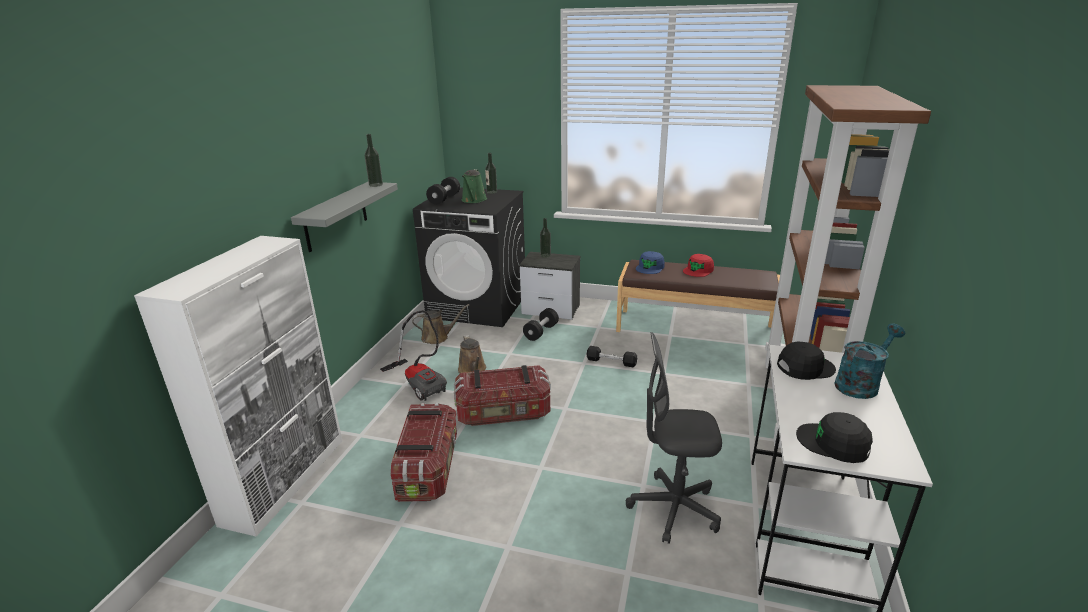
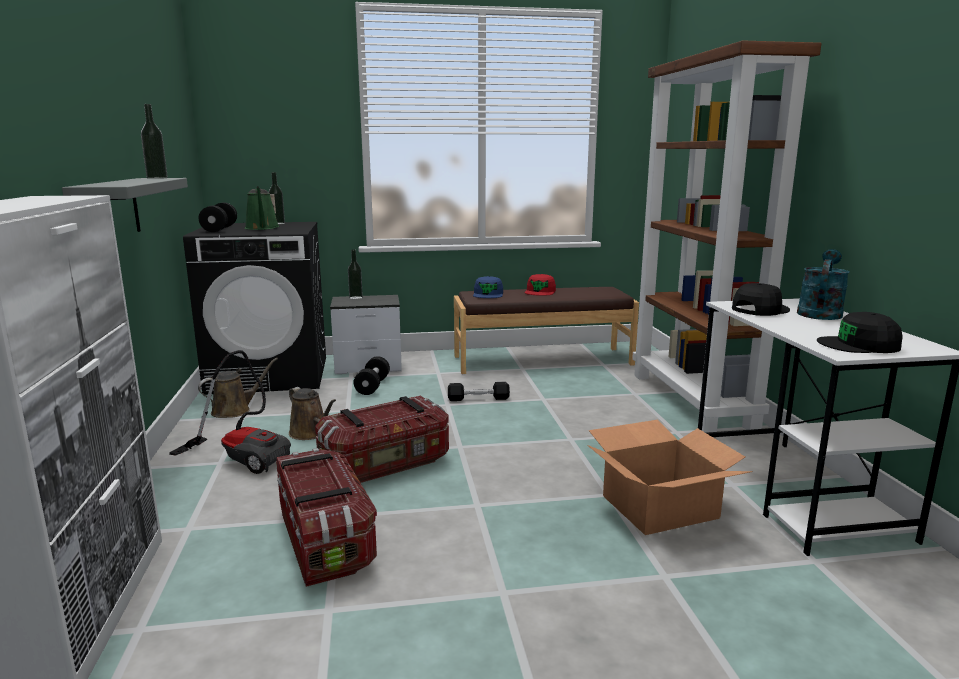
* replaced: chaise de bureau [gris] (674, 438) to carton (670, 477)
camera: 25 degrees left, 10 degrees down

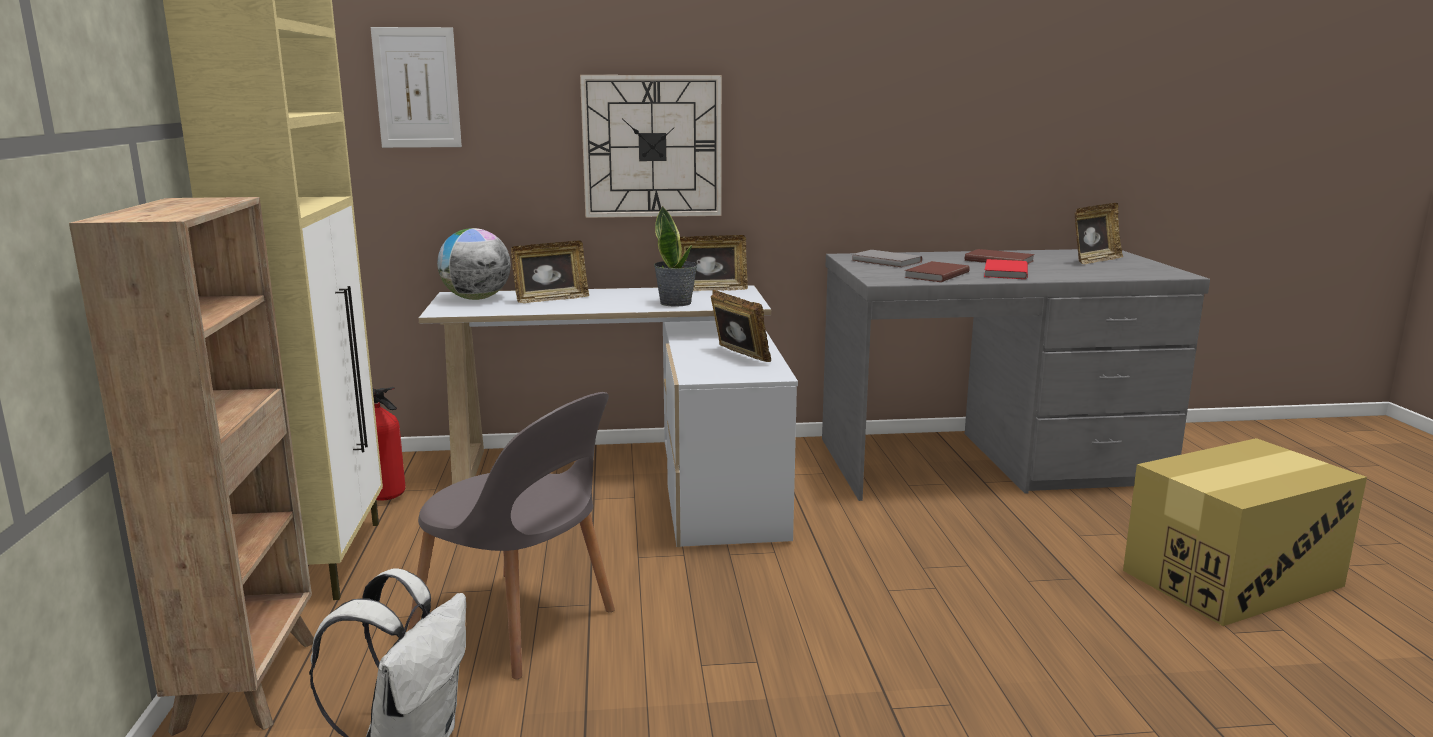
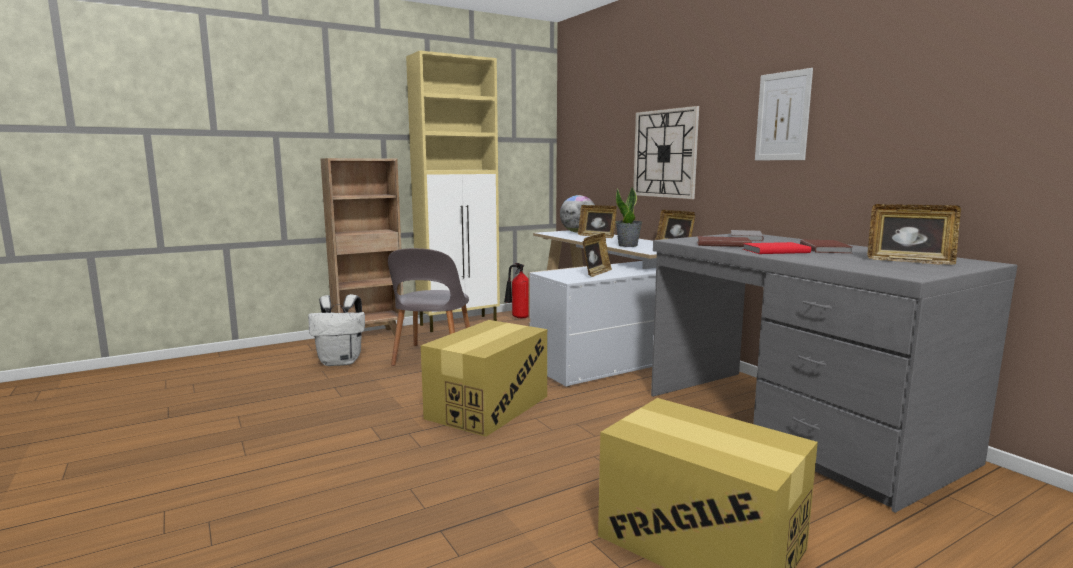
* moved: tableau (416, 87) to (784, 114)
* added: carton (484, 378)
camera: 65 degrees right, 5 degrees down

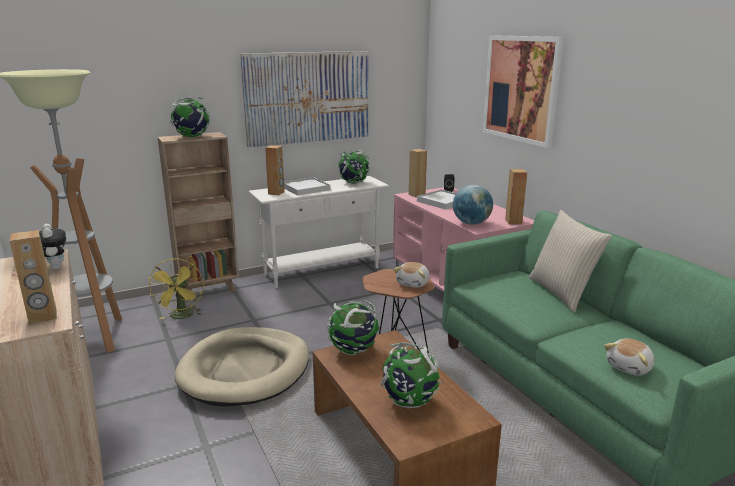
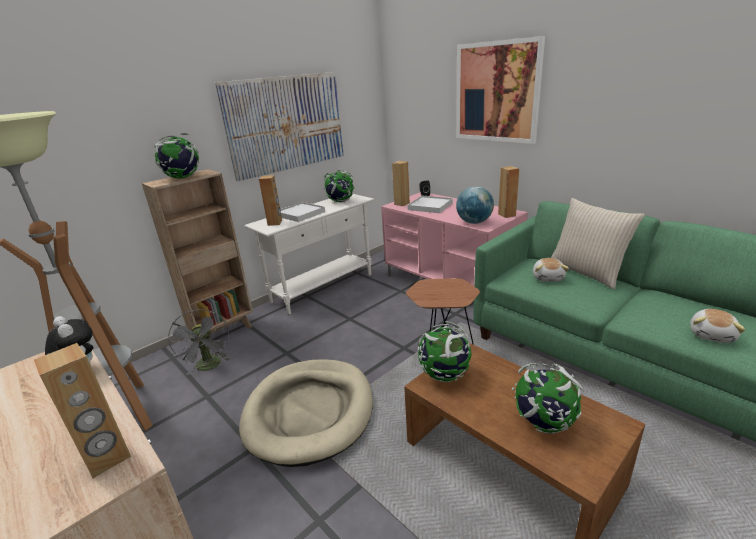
* recoloured: ventilateur [jaune] (176, 288) to ventilateur [gris] (199, 342)
* moved: peluche (411, 275) to (551, 270)
camera: 15 degrees left, 5 degrees up

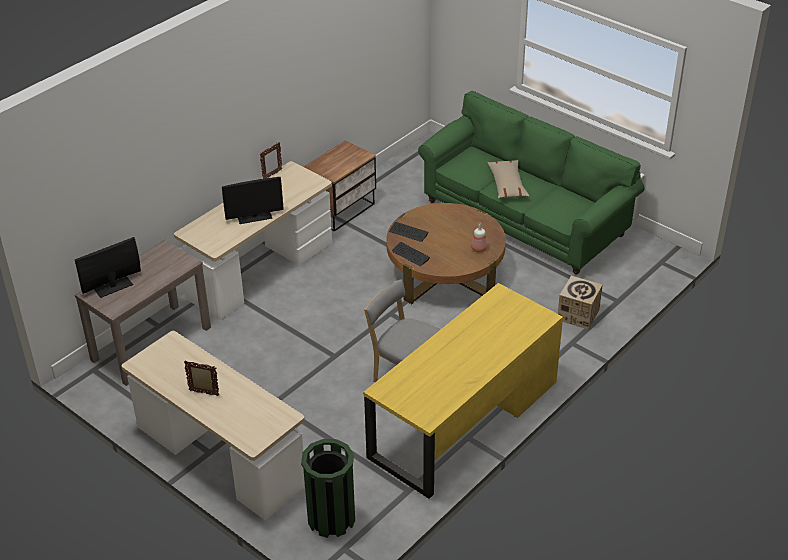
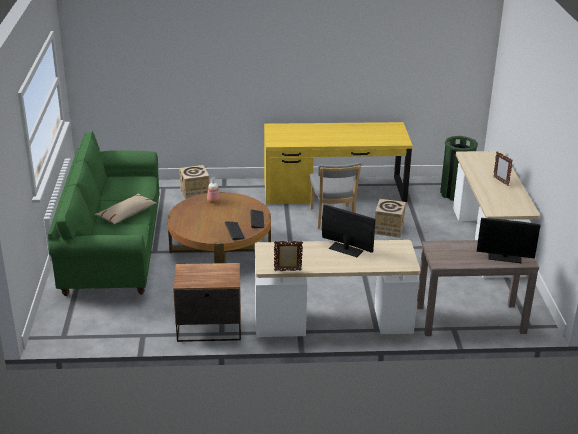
* added: carton (390, 218)
camera: 135 degrees left, 10 degrees down

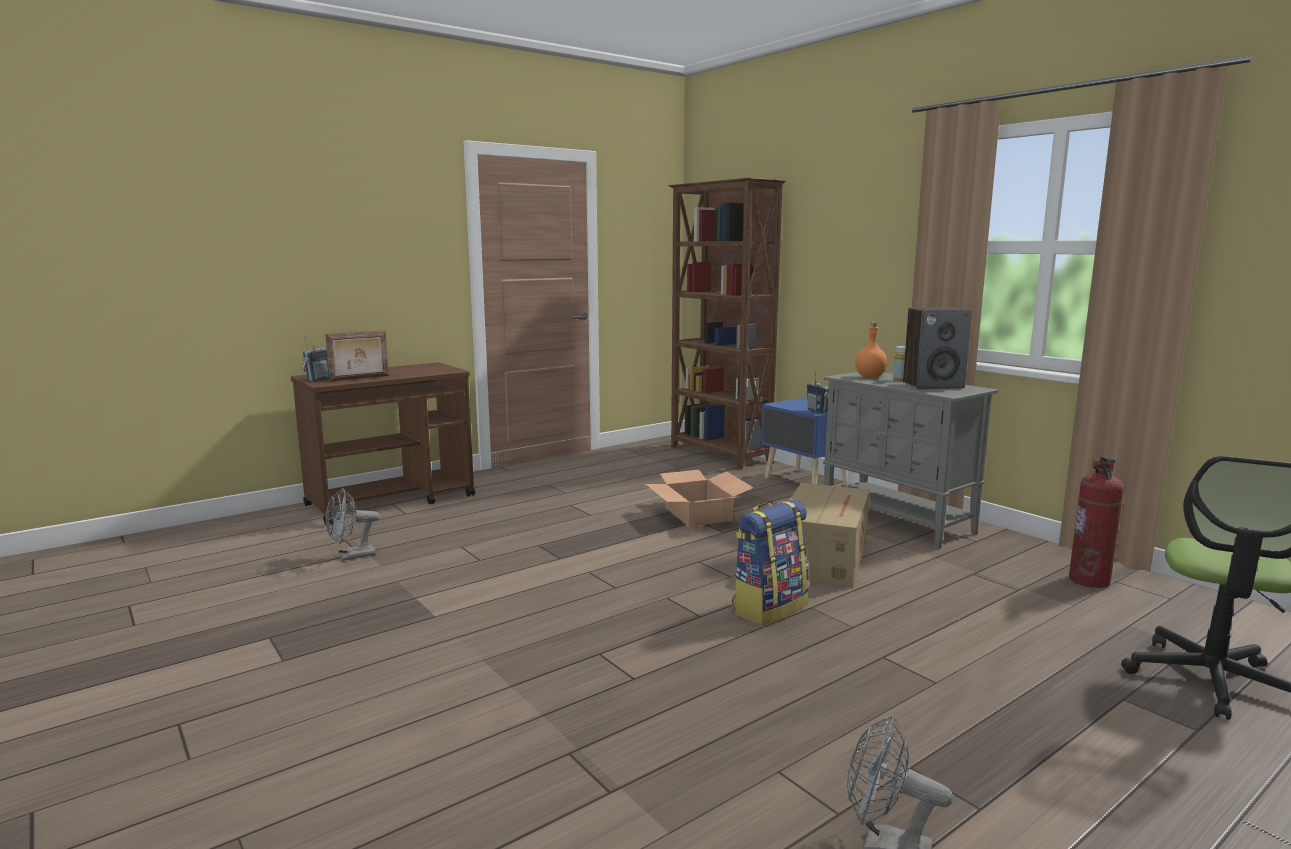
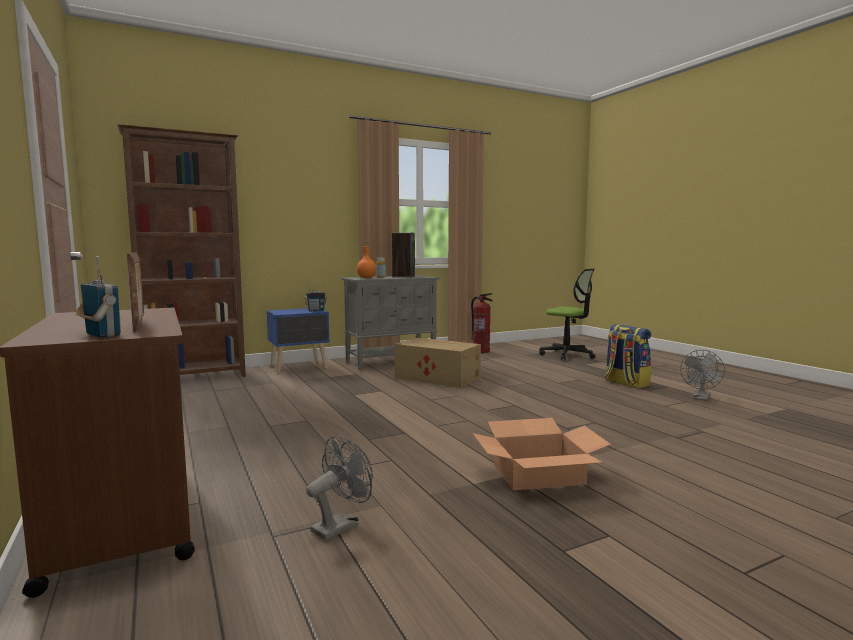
* moved: carton (699, 498) to (542, 454)
* turned: ventilateur [gris] (353, 524) = (339, 488) 120 degrees counterclockwise
* moved: sac à dos (770, 563) to (628, 356)
camera: 80 degrees left, 5 degrees down

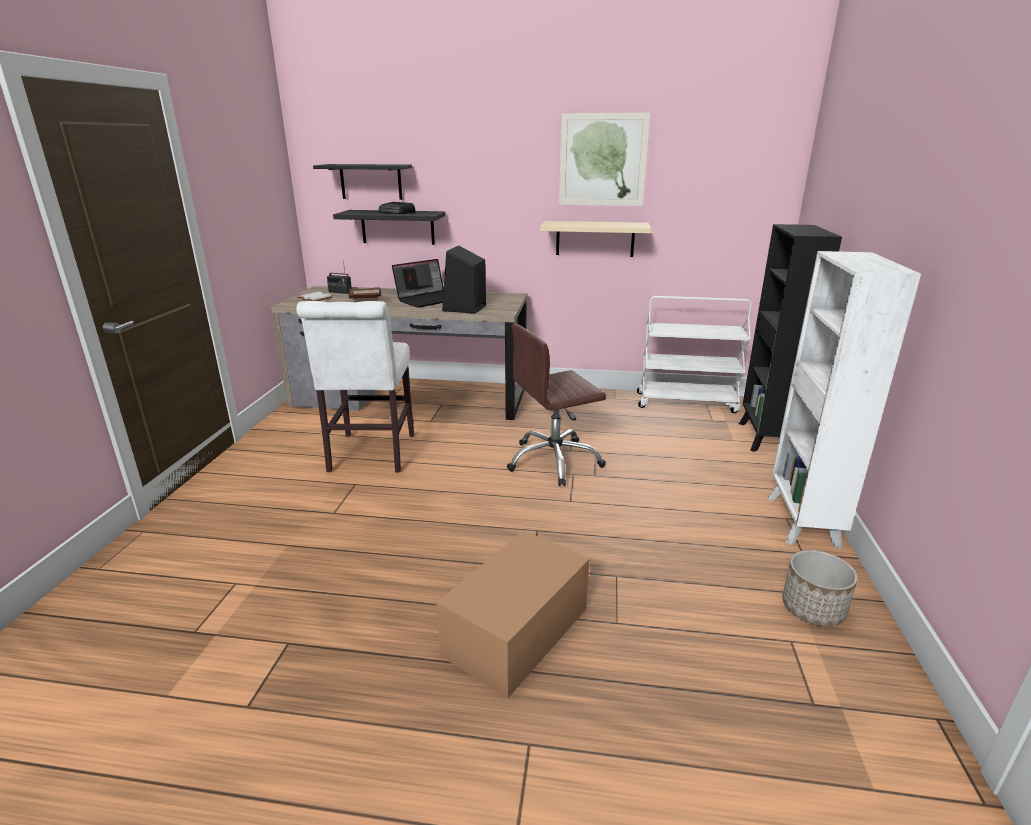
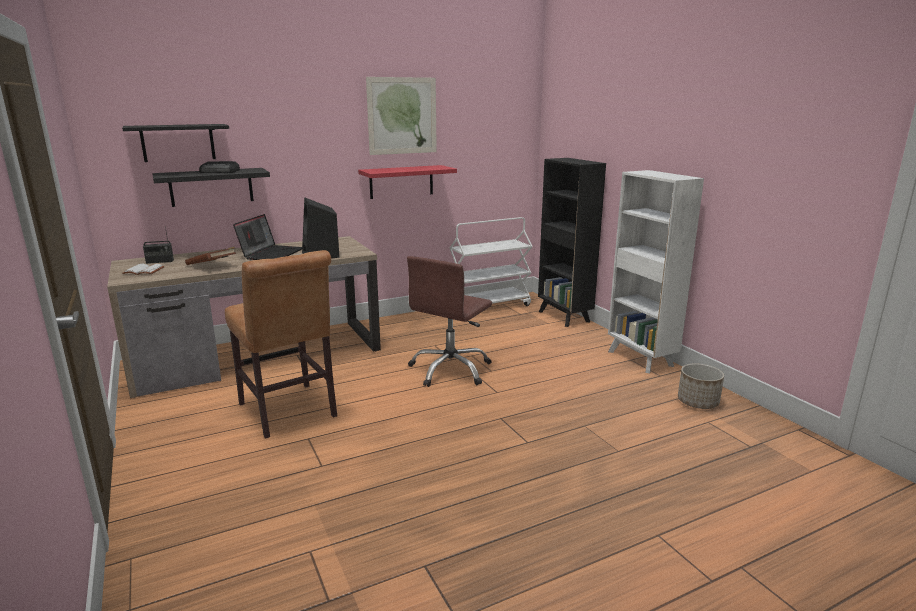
* recoloured: étagère [beige] (595, 239) to étagère [rouge] (407, 182)
* recoloured: chaise [blanc] (355, 386) to chaise [marron] (281, 344)
* removed: carton (512, 614)
camera: 35 degrees left, 5 degrees down

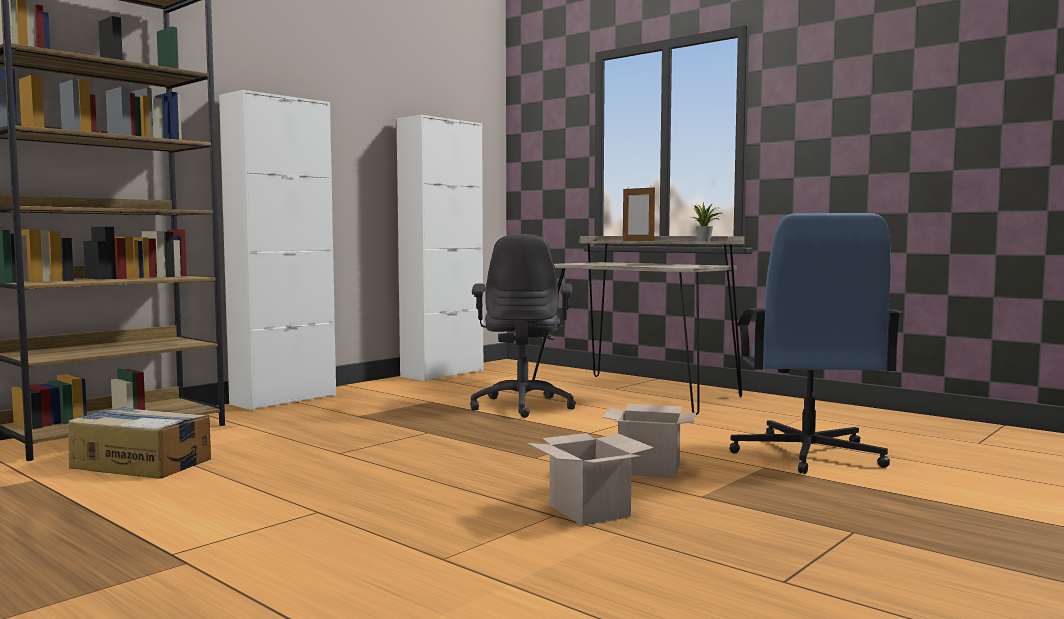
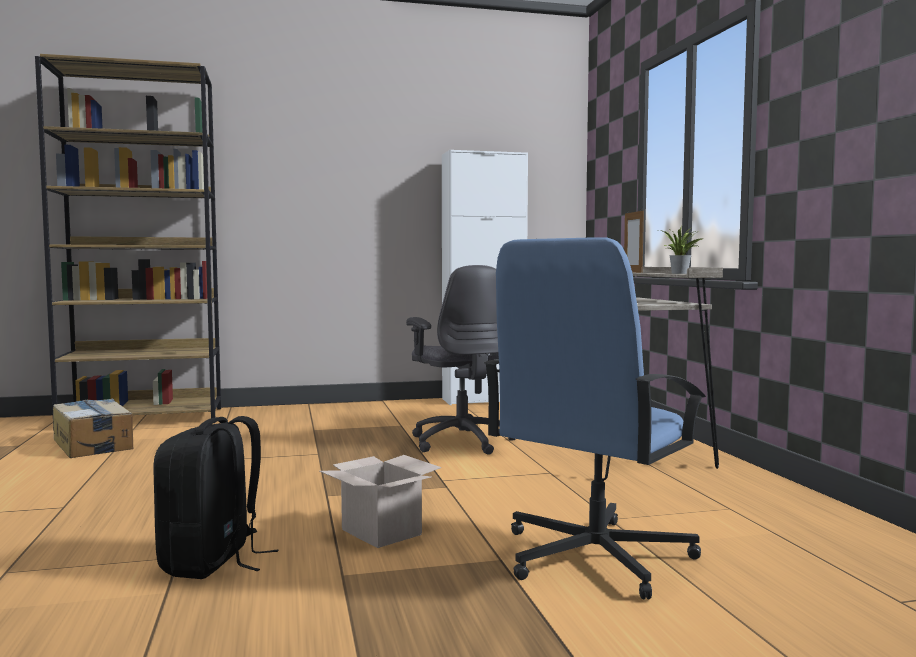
* removed: meuble de rangement [blanc] (277, 250)
* turned: chaise de bureau [gris] (523, 326) = (460, 360) 60 degrees counterclockwise
* replaced: carton (590, 479) to sac à dos [noir] (215, 497)
camera: 35 degrees right, 0 degrees up

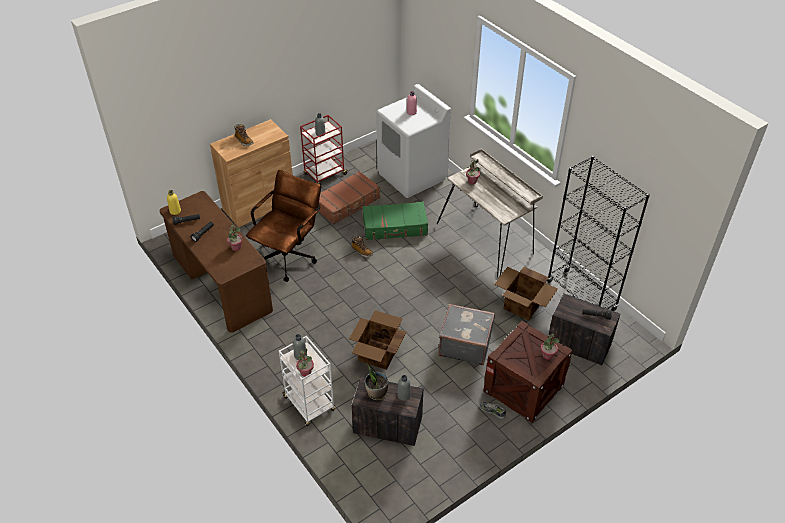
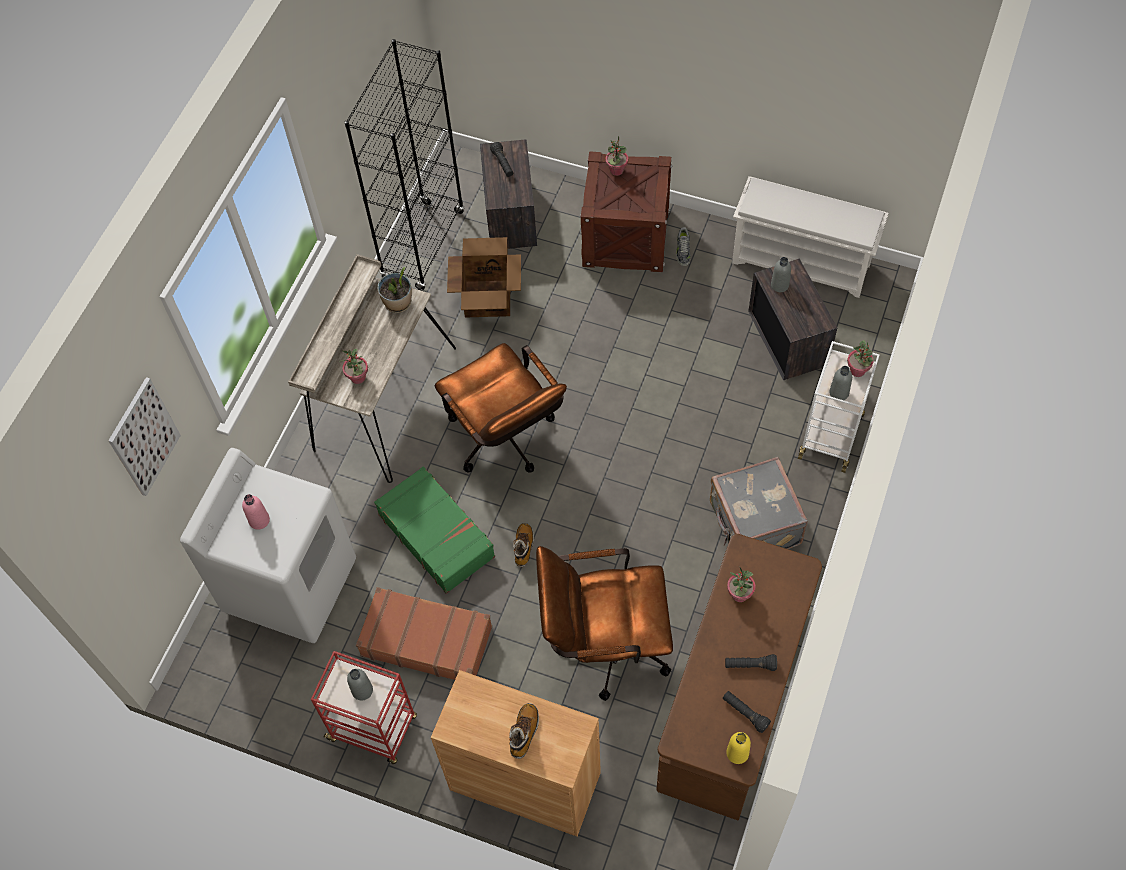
* moved: valise [gris] (467, 334) to (759, 503)
* removed: carton (378, 340)
* moved: plante en pot (377, 382) to (394, 290)
* added: étagère à chaussures [blanc] (810, 237)
* added: chaise de bureau [marron] (501, 408)
* added: tableau (144, 436)
camera: 120 degrees left, 15 degrees up

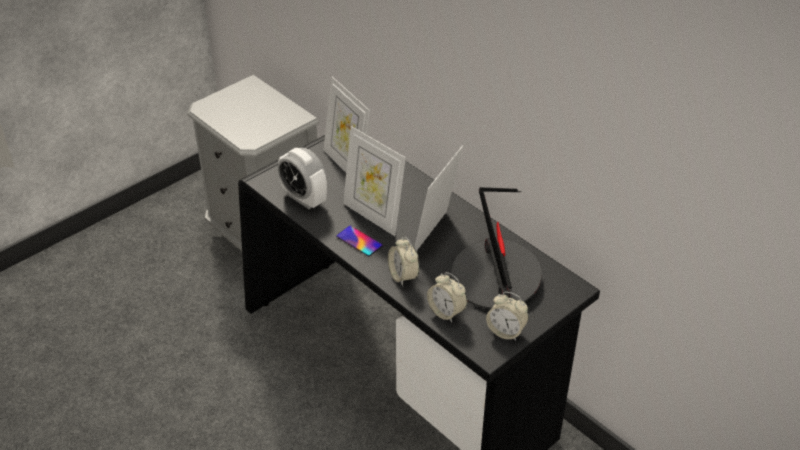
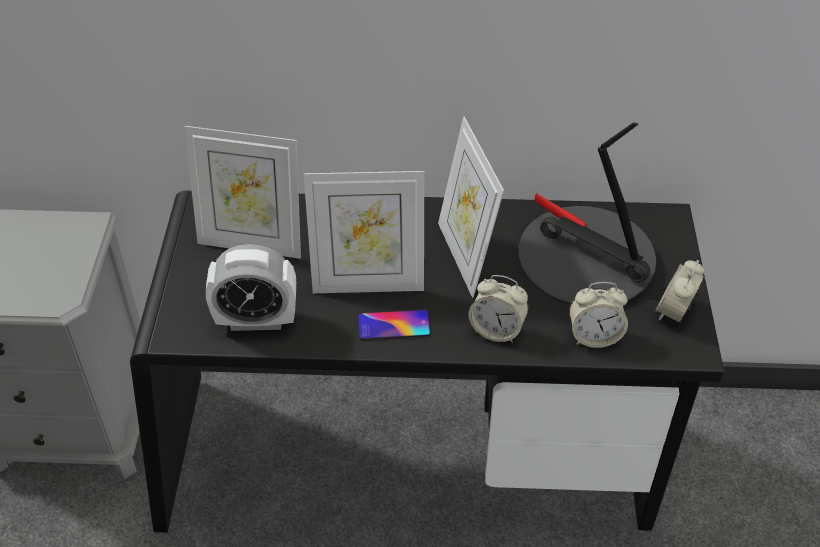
* turned: réveil (507, 316) = (680, 291) 135 degrees clockwise
camera: 45 degrees left, 5 degrees up

